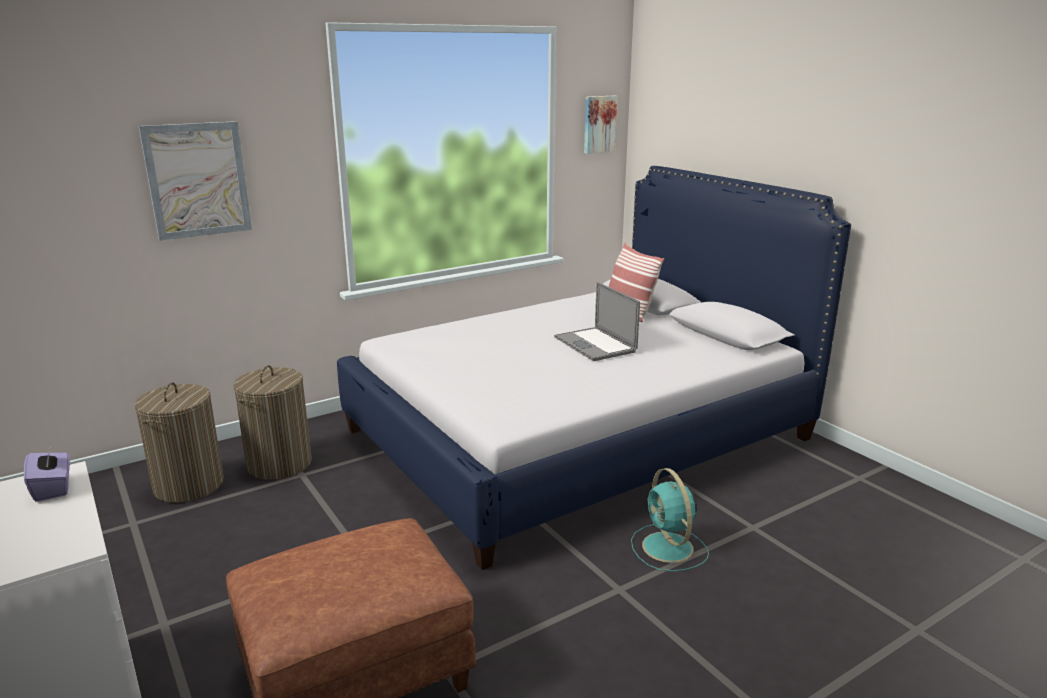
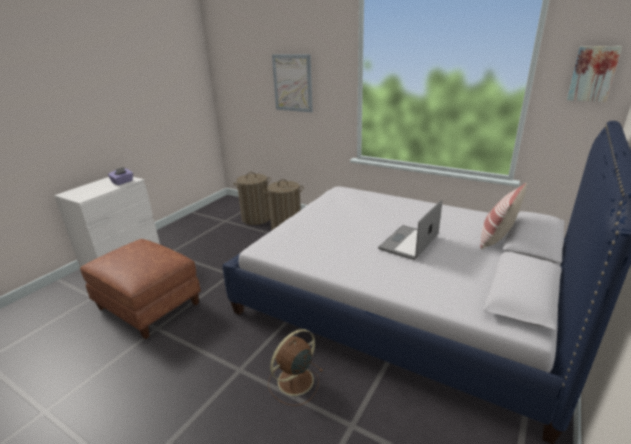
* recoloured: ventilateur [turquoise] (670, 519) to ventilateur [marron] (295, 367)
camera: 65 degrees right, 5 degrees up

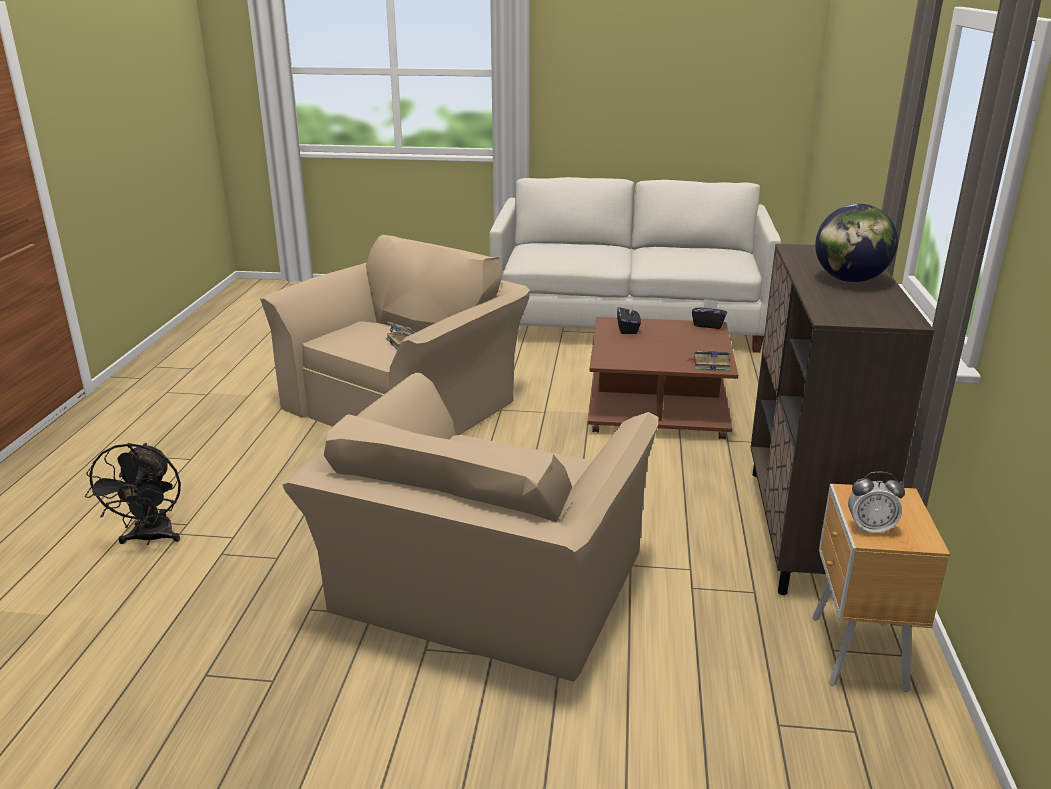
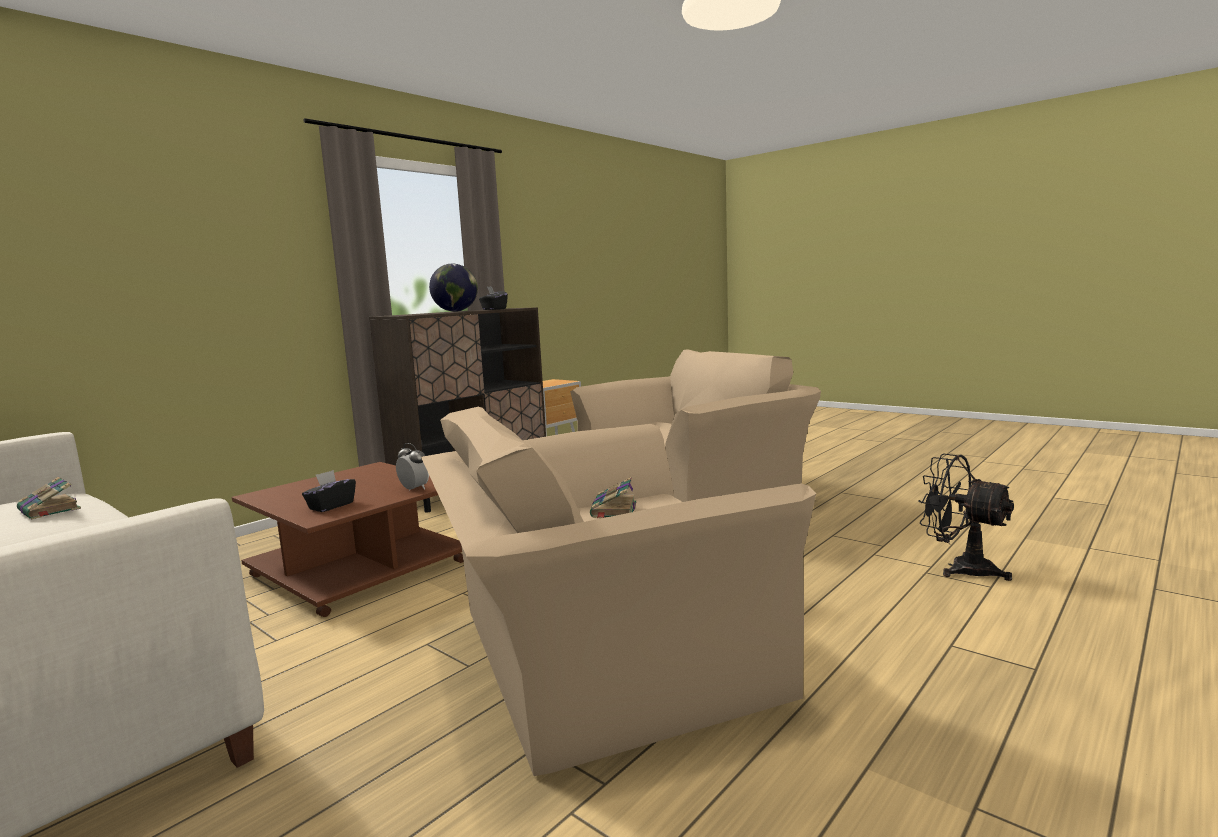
* moved: boîte à mouchoirs [noir] (709, 314) to (493, 298)
* moved: livre (709, 360) to (49, 498)
* turned: ventilateur [noir] (133, 494) = (966, 517) 75 degrees counterclockwise
* moved: réveil (876, 503) to (412, 467)
camera: 145 degrees left, 15 degrees down

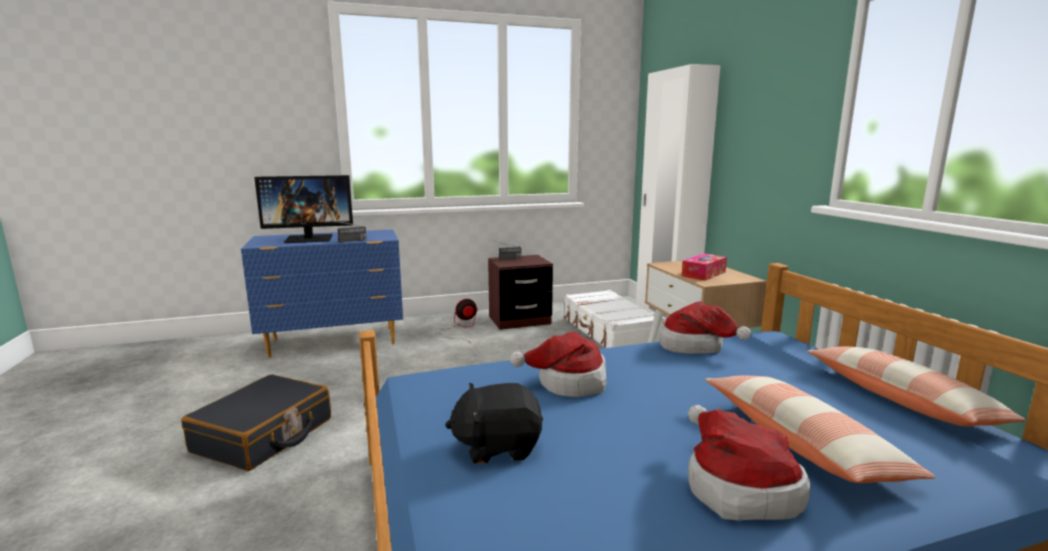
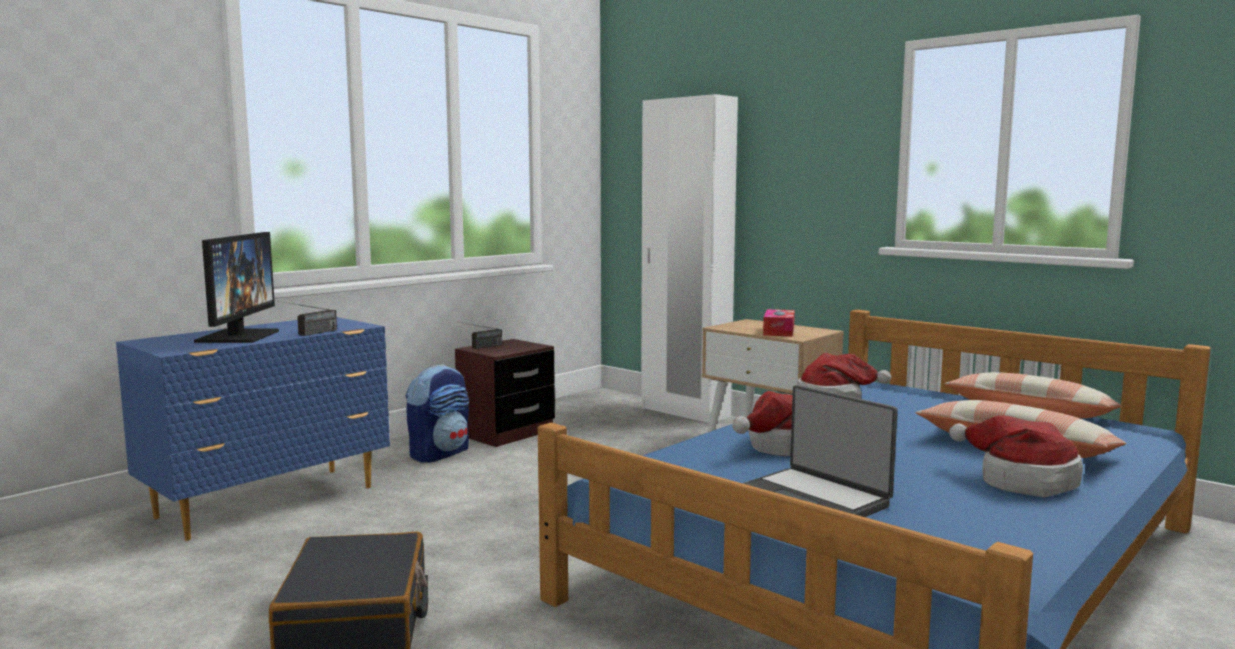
* turned: écran d'ordinateur (303, 209) = (236, 287) 45 degrees counterclockwise
* removed: valise [blanc] (614, 319)
* replaced: ventilateur (459, 319) to sac à dos (437, 413)
* replaced: peluche [noir] (494, 423) to ordinateur portable (820, 451)
camera: 30 degrees left, 5 degrees down

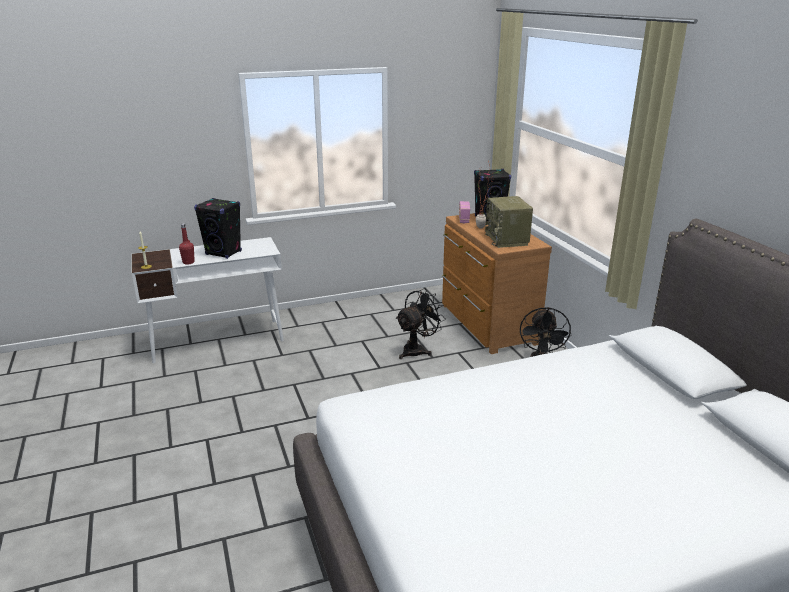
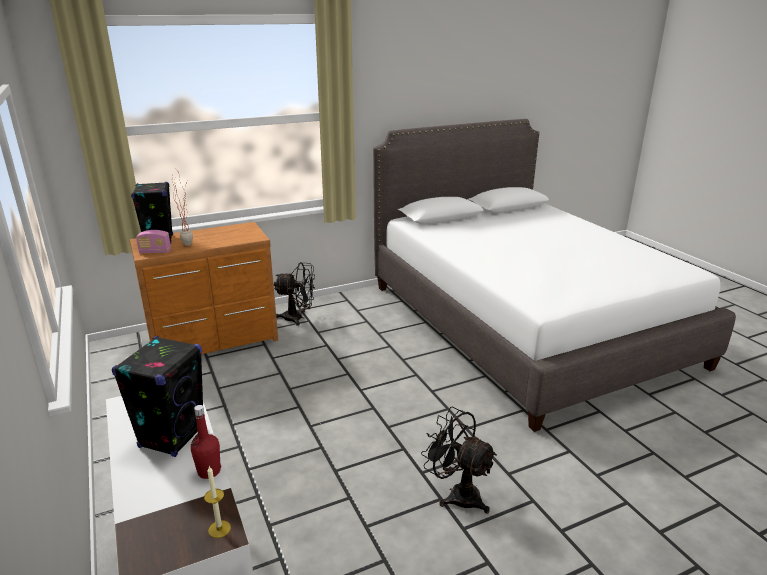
* removed: radio (509, 222)
* moved: ventilateur [noir] (421, 323) to (459, 460)
camera: 95 degrees left, 0 degrees up

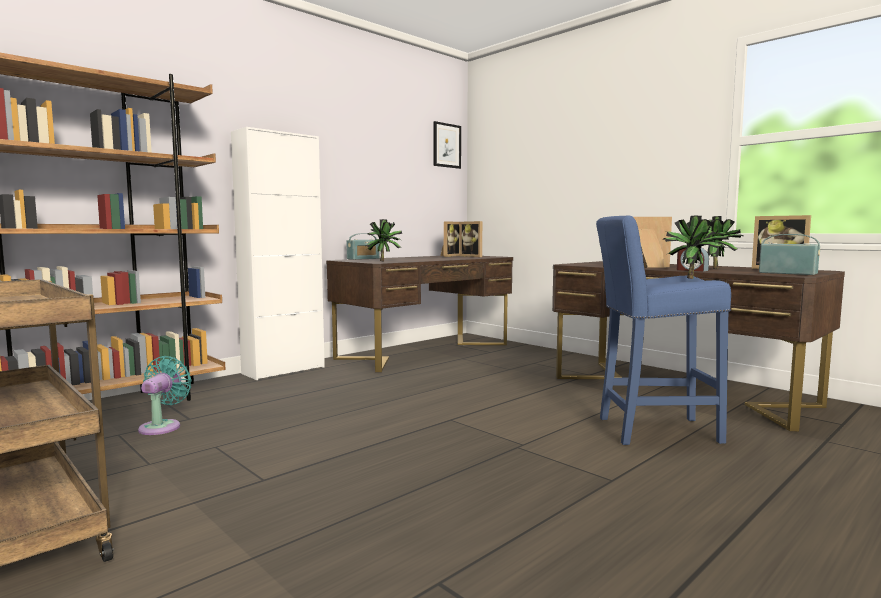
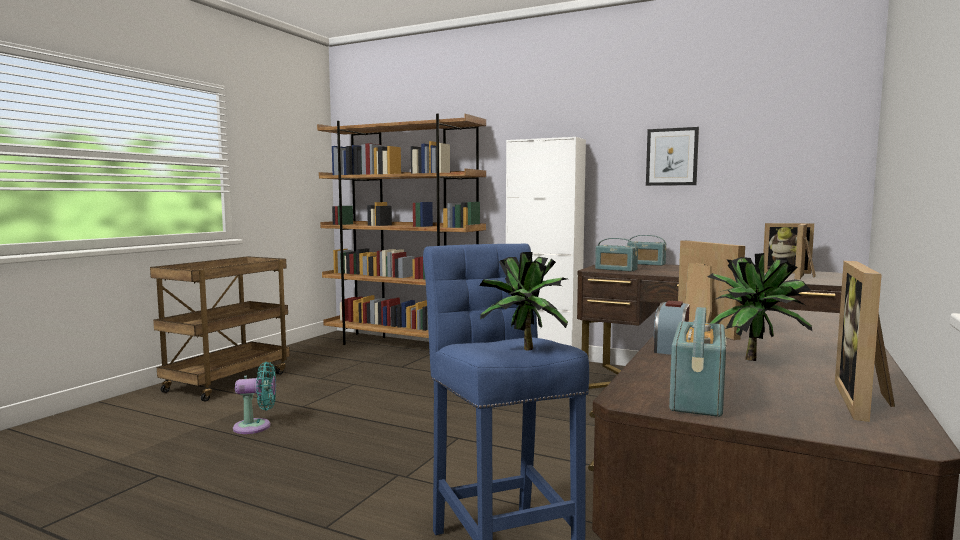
* moved: tableau (447, 145) to (672, 156)
* replaced: plante en pot (384, 240) to radio (616, 255)
* moved: ventilateur [turquoise] (165, 395) to (254, 398)
camera: 70 degrees right, 0 degrees up

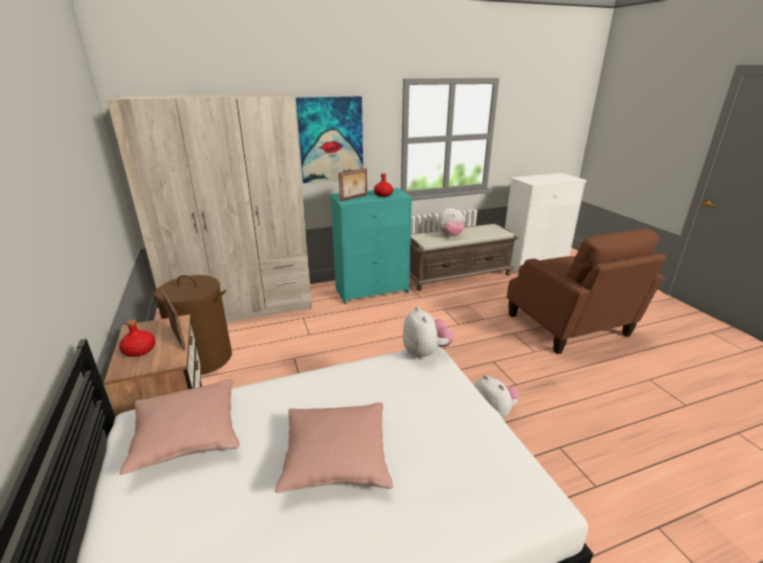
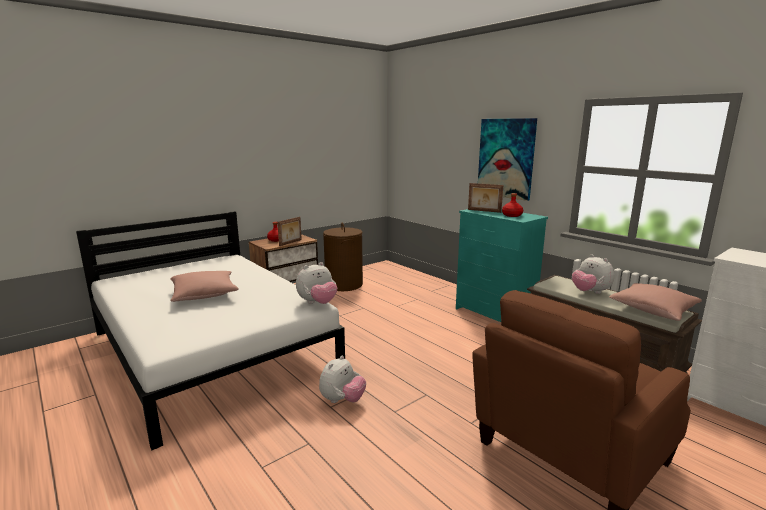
* removed: armoire [beige] (209, 208)
* moved: coussin [rose] (180, 427) to (655, 302)
camera: 70 degrees right, 10 degrees down

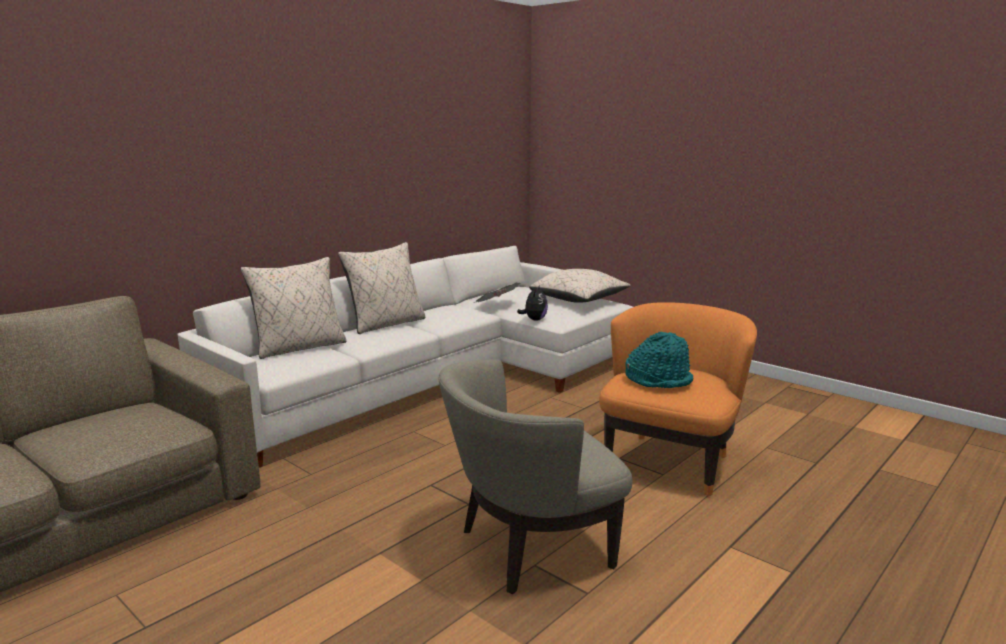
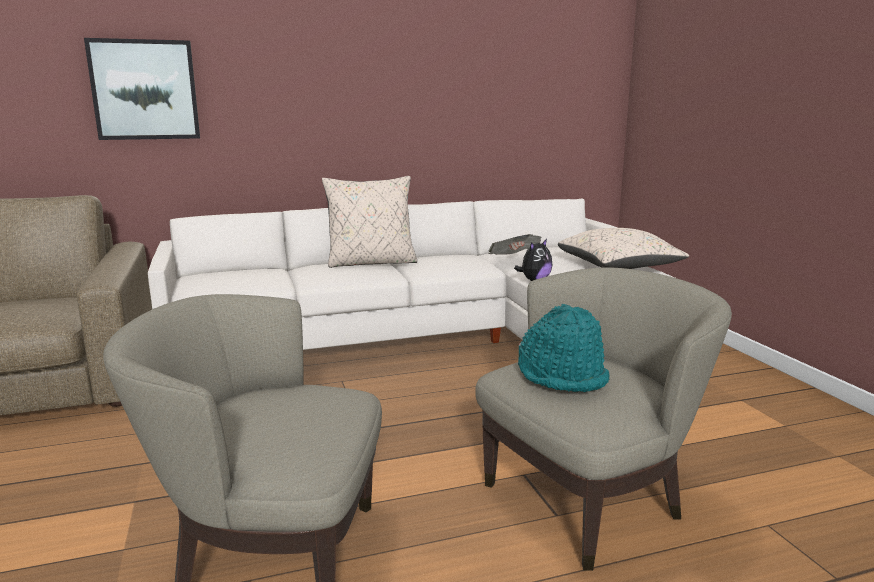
* removed: coussin [beige] (293, 308)
* recoloured: fauteuil [orange] (678, 399) to fauteuil [beige] (603, 419)
* added: tableau (142, 89)
camera: 30 degrees right, 0 degrees up

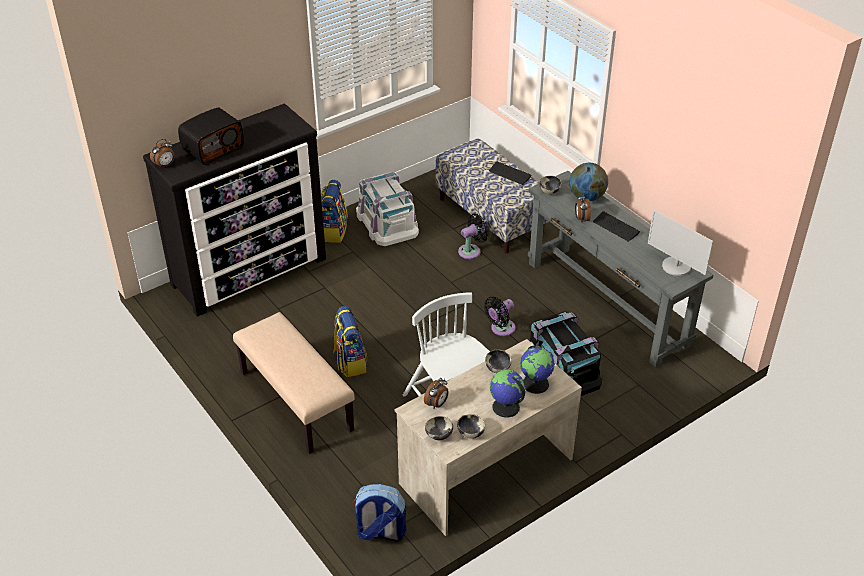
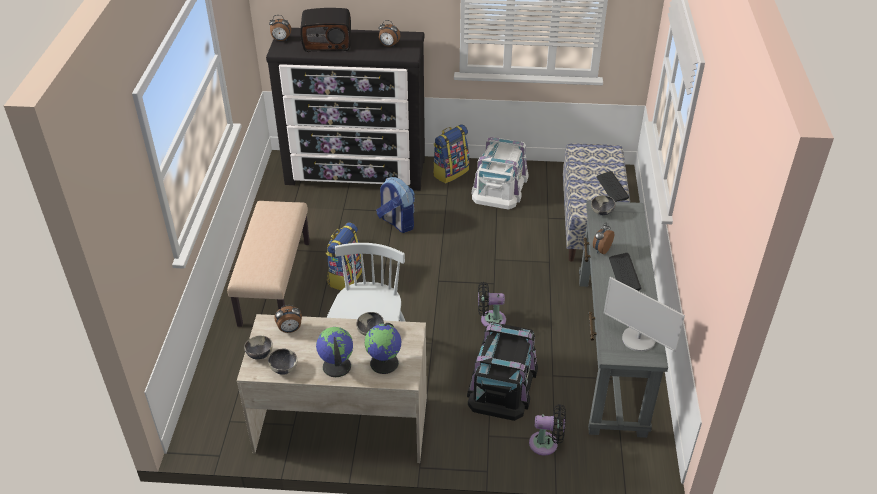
* removed: globe (588, 182)
* turned: écran d'ordinateur (680, 243) = (644, 314) 45 degrees counterclockwise
* moved: ventilateur [noir] (473, 236) to (547, 430)
* moved: sac à dos (379, 512) to (395, 205)
* added: réveil (389, 33)
camera: 40 degrees right, 0 degrees up

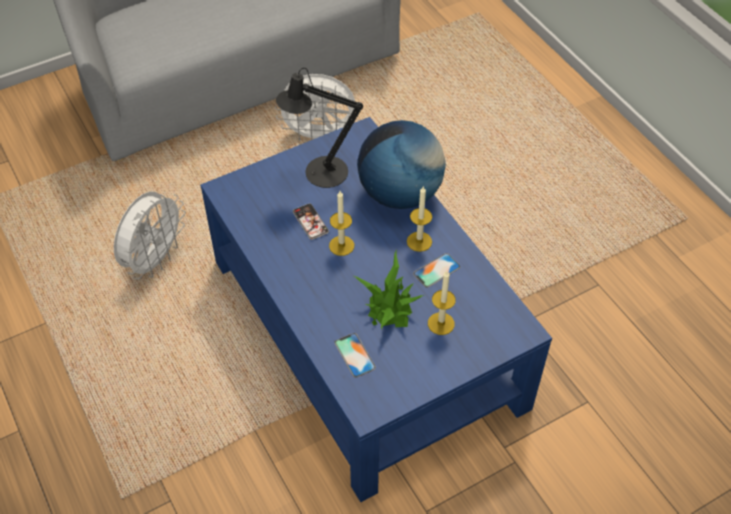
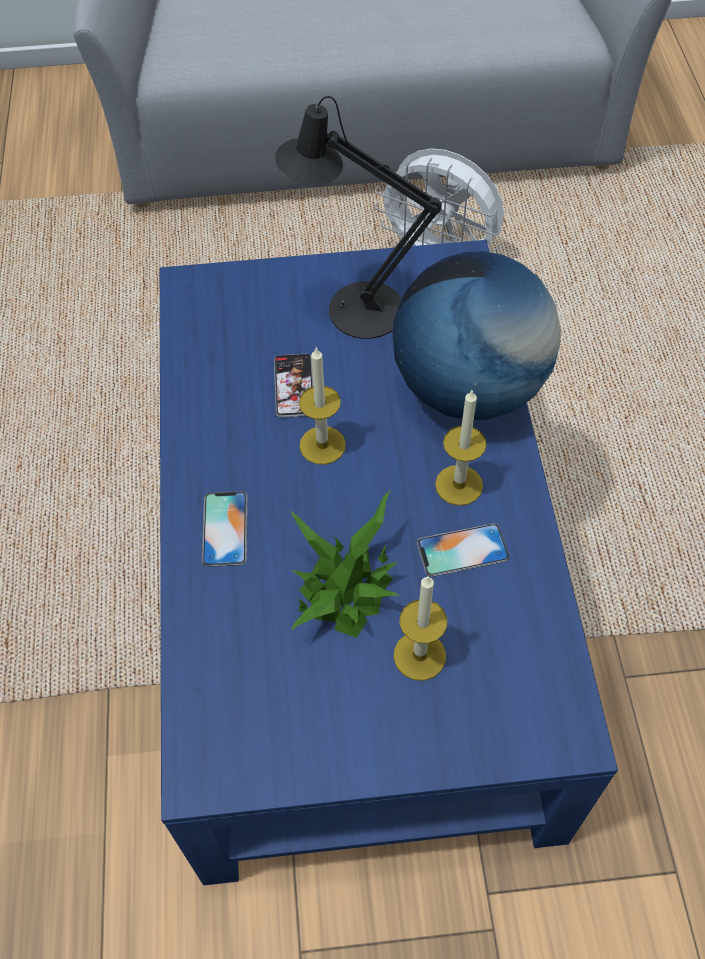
* removed: ventilateur [blanc] (150, 236)
* moved: téléphone (355, 355) to (225, 529)
camera: 25 degrees right, 5 degrees up

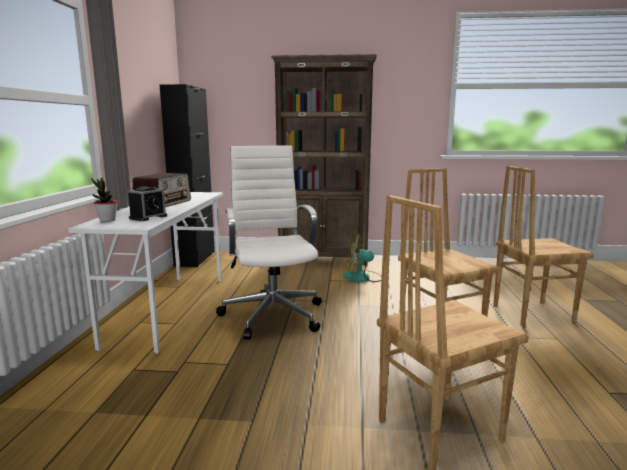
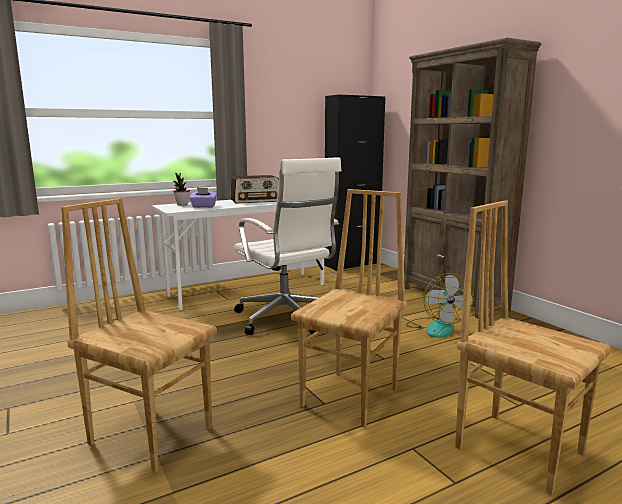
* turned: chaise de bureau [blanc] (269, 242) = (287, 246) 105 degrees clockwise
* replaced: réveil (147, 204) to boîte à mouchoirs [violet] (203, 198)
* turned: ventilateur (362, 258) = (439, 305) 150 degrees counterclockwise
camera: 55 degrees right, 0 degrees up

